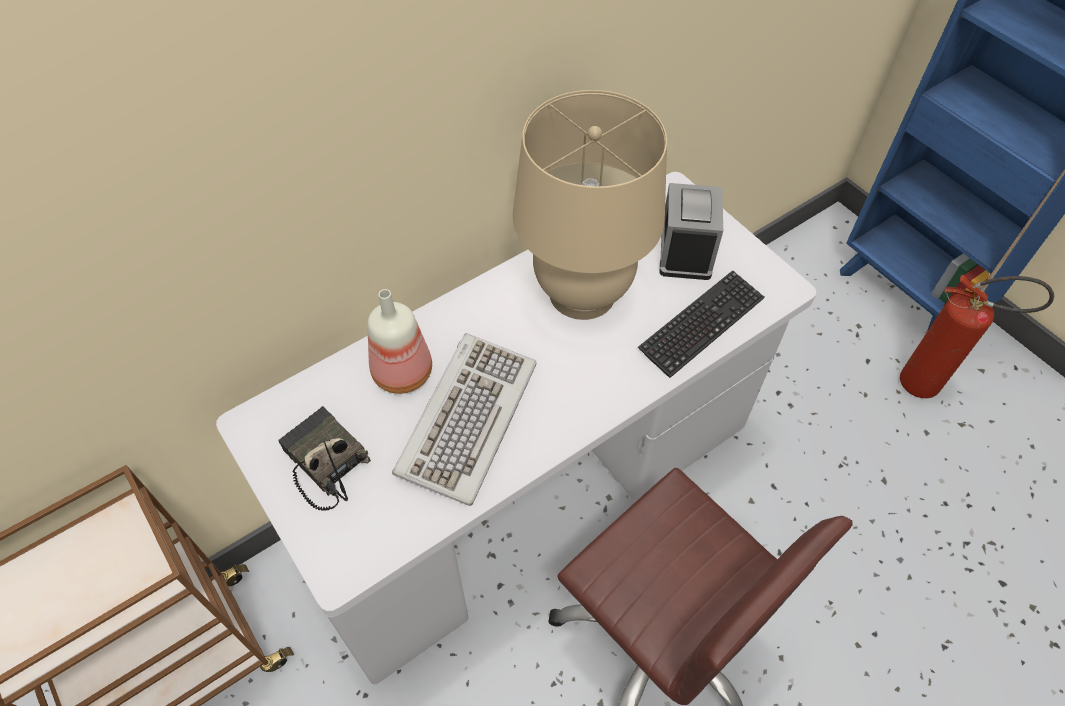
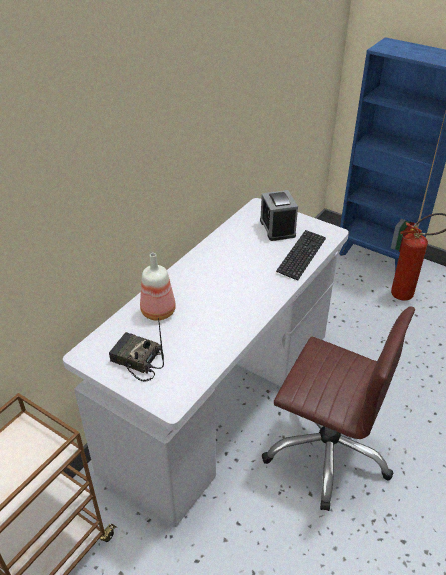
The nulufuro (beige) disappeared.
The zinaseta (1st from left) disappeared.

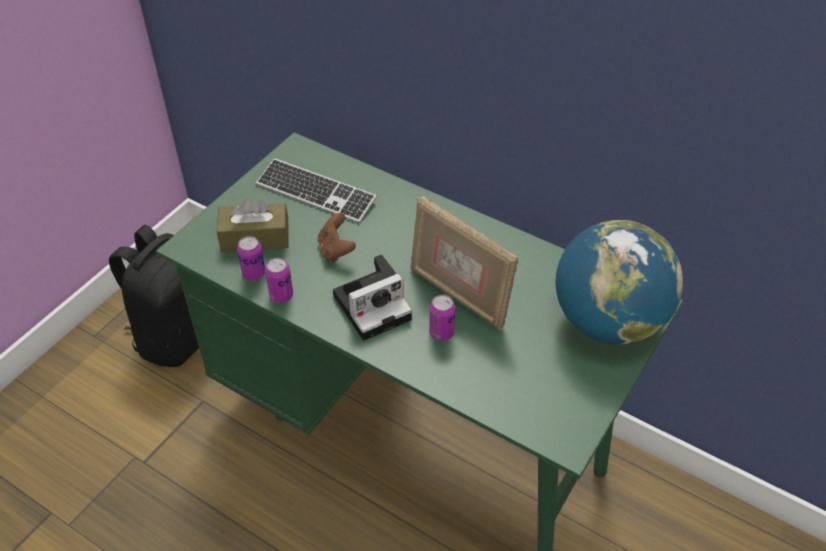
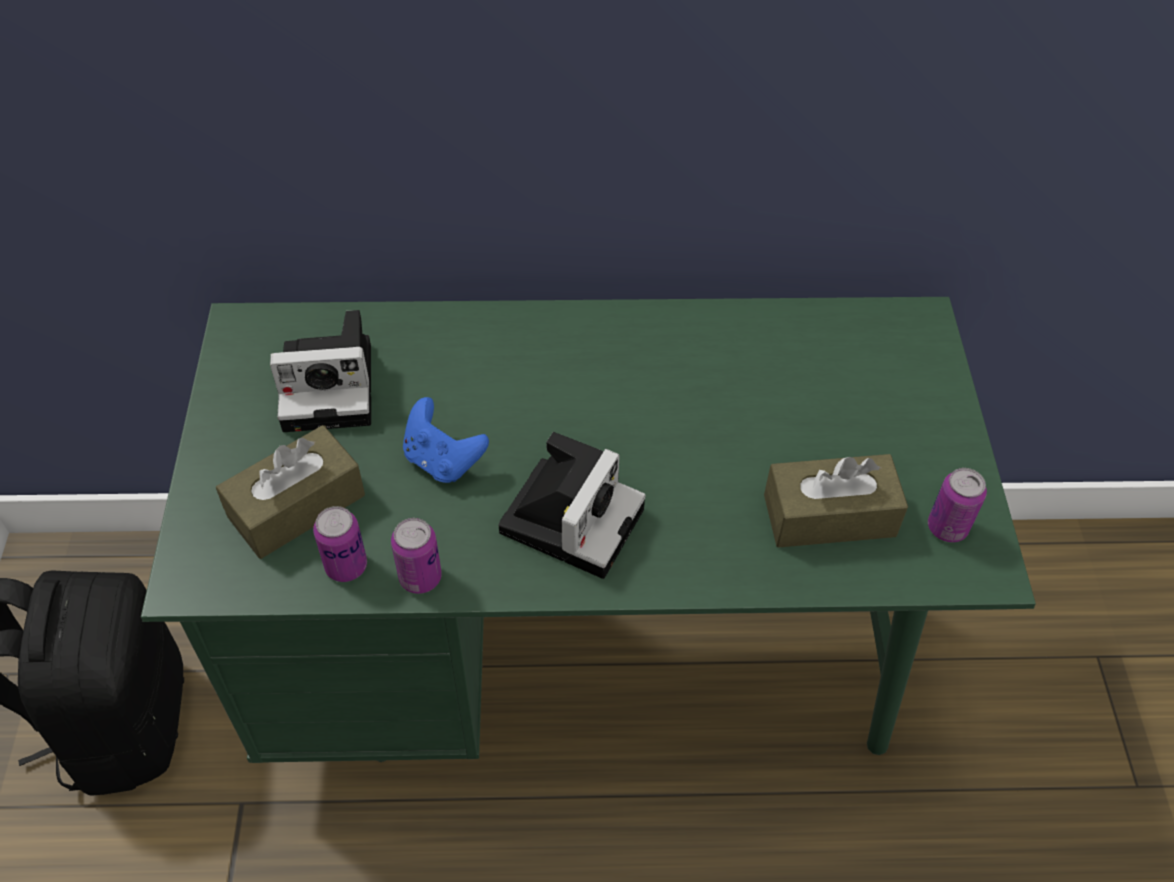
The zinaseta was replaced by the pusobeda (1st from left).
The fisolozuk disappeared.
The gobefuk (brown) became the gobefuk (blue).
The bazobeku disappeared.
The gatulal (3rd from left) moved.
The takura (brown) (2nd from left) appeared.

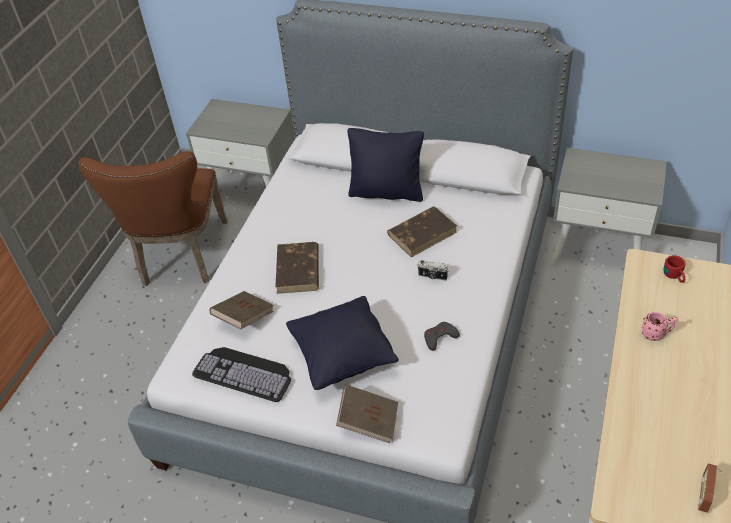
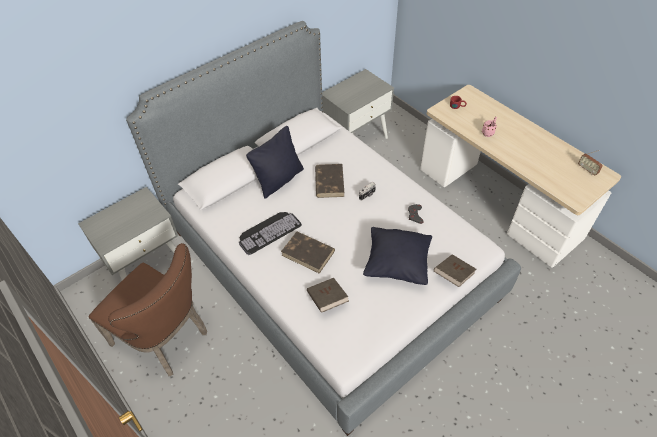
The zinaseta moved.

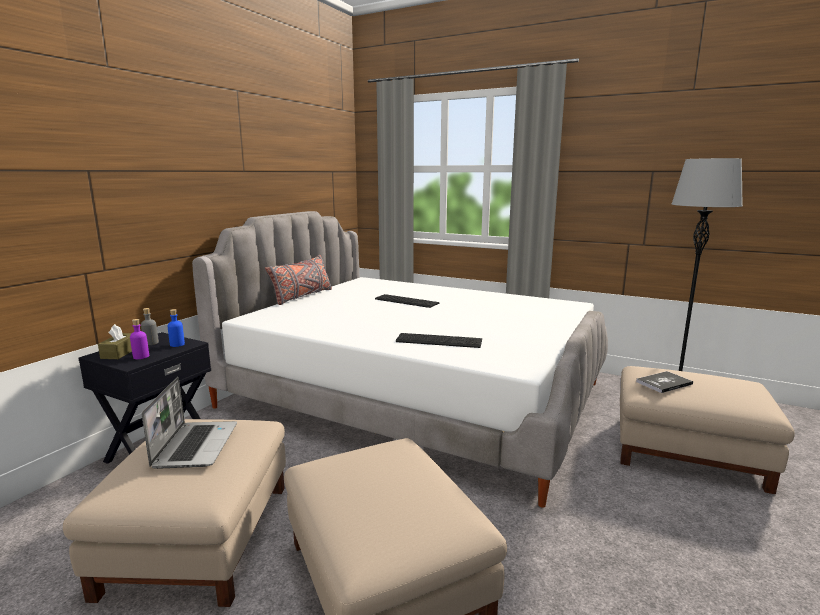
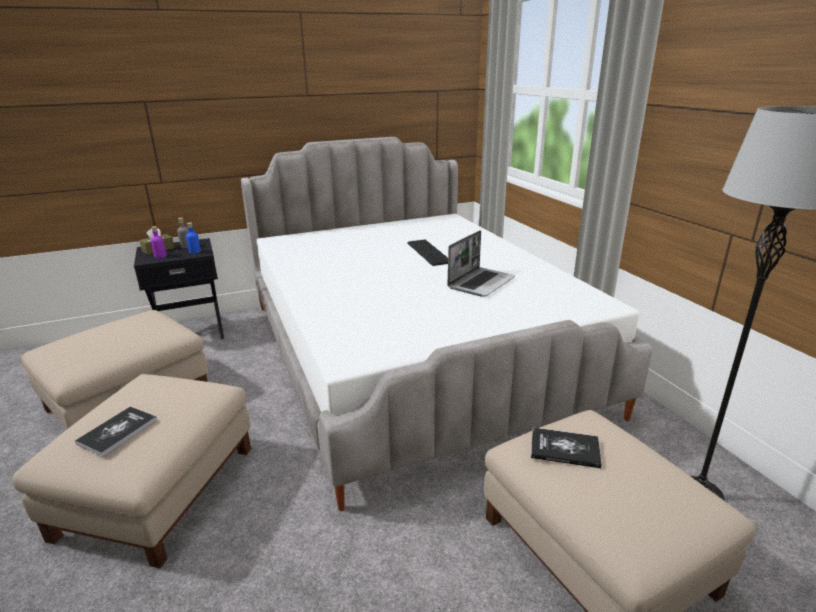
The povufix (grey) disappeared.
The zinaseta (2nd from left) disappeared.
The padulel moved.
The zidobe (1st from left) appeared.

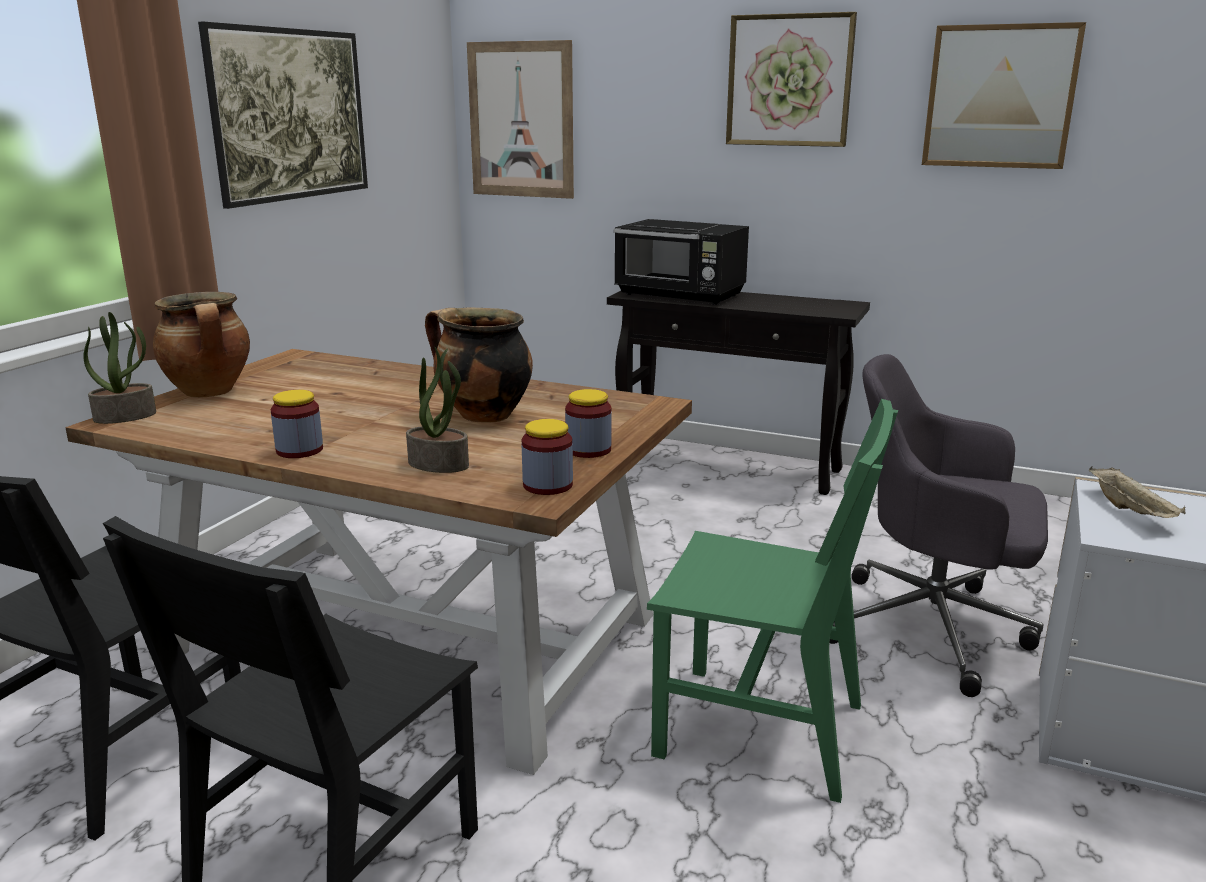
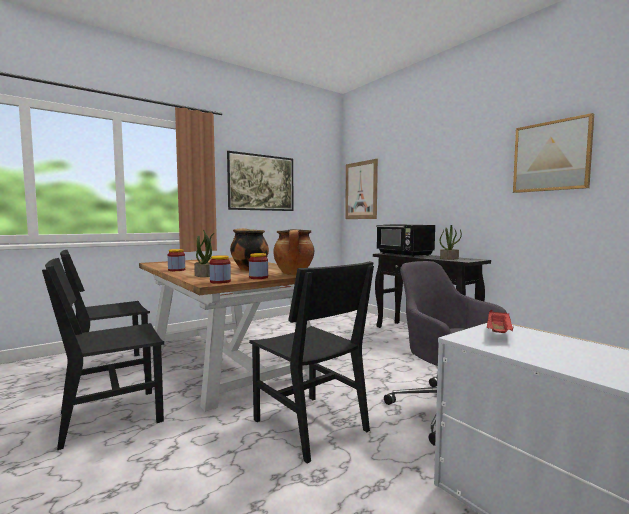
The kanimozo (3rd from left) disappeared.
The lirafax (1st from left in the first image) moved.
The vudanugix (1st from left in the first image) moved.
The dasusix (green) became the dasusix (black) (3rd from left).
The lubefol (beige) became the lubefol (red).

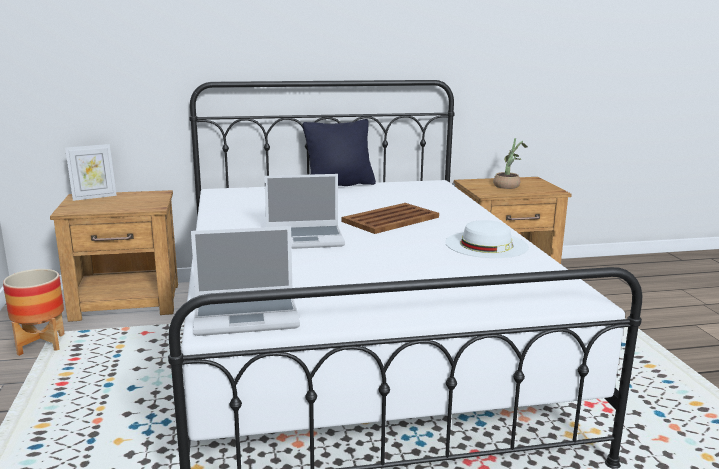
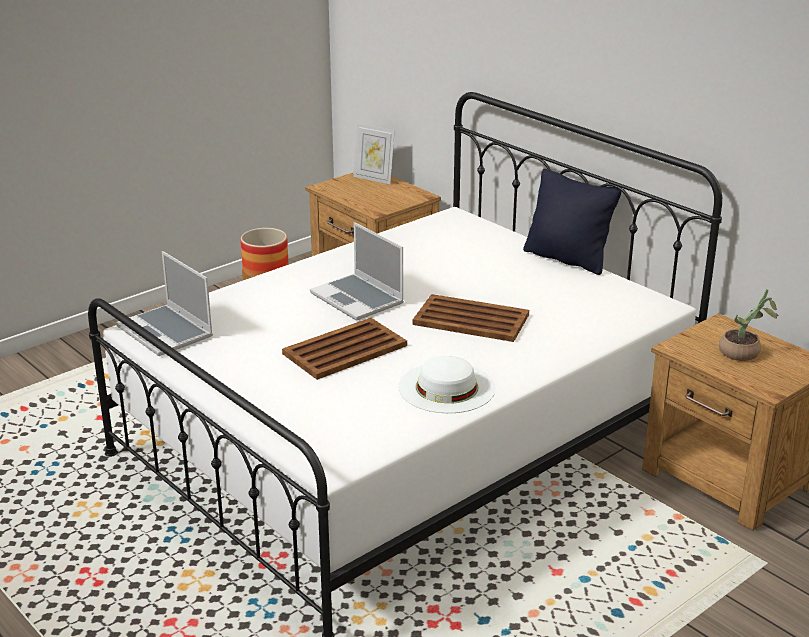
The lubefol (brown) (1st from left) appeared.

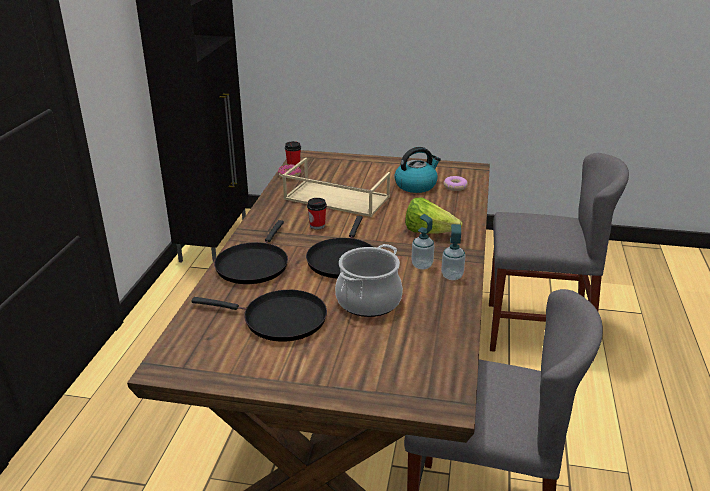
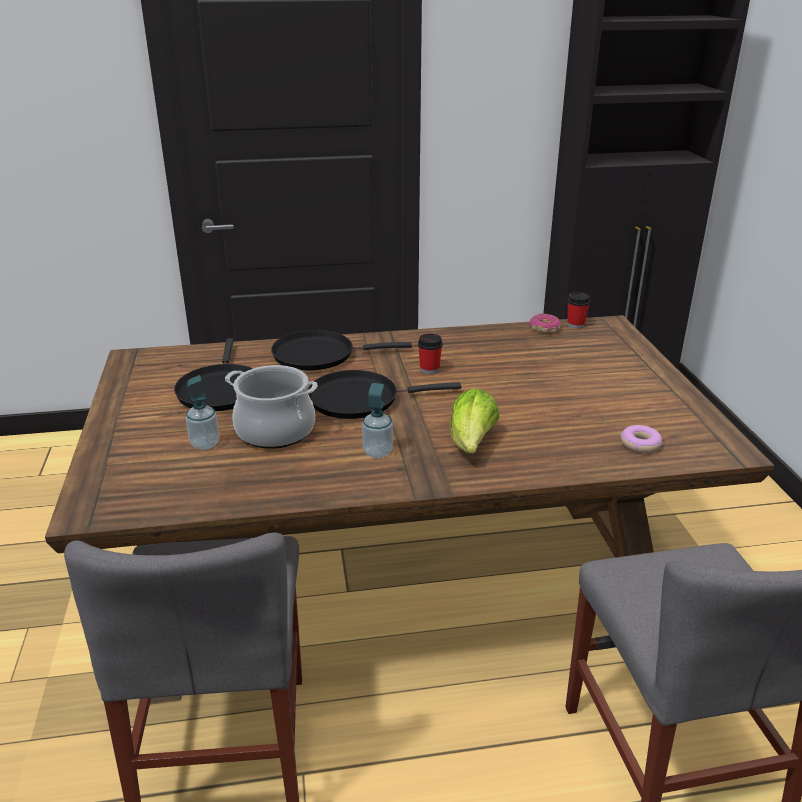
The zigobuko disappeared.
The lubefol (beige) disappeared.
The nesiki (2nd from left in the first image) moved.

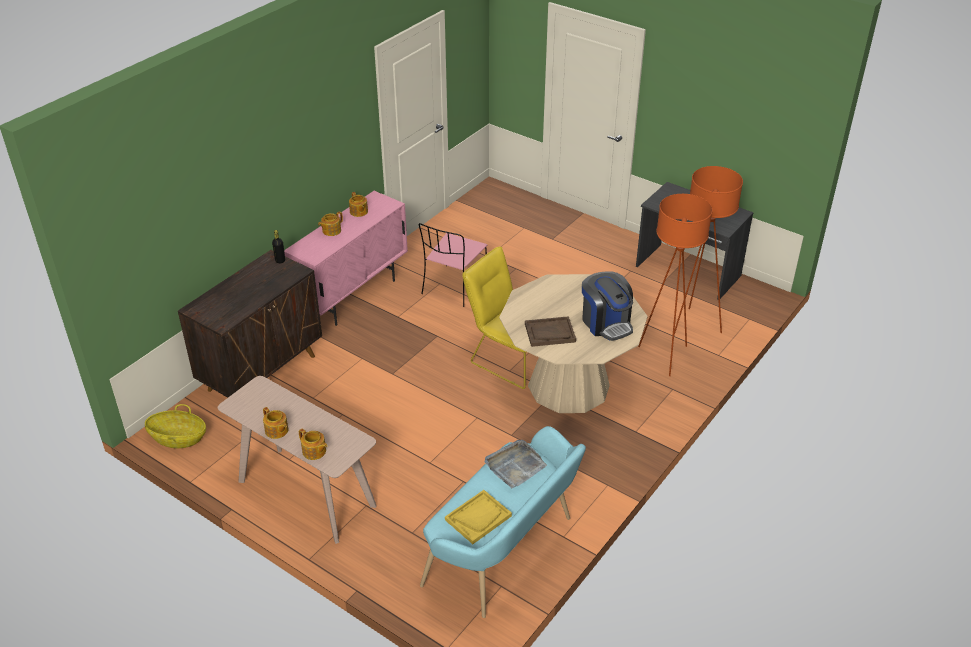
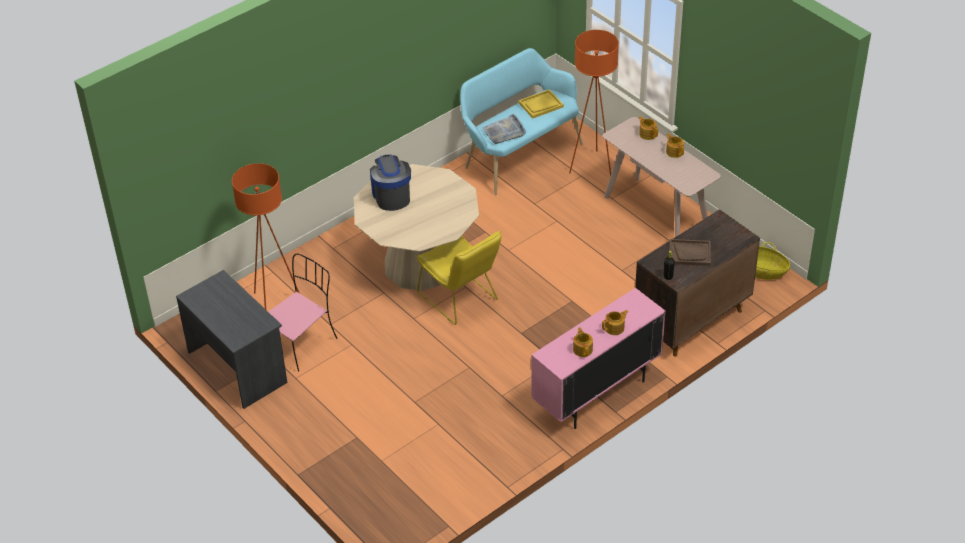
The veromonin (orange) (1st from left in the first image) moved.
The dasusix (pink) moved.
The lubefol (brown) moved.

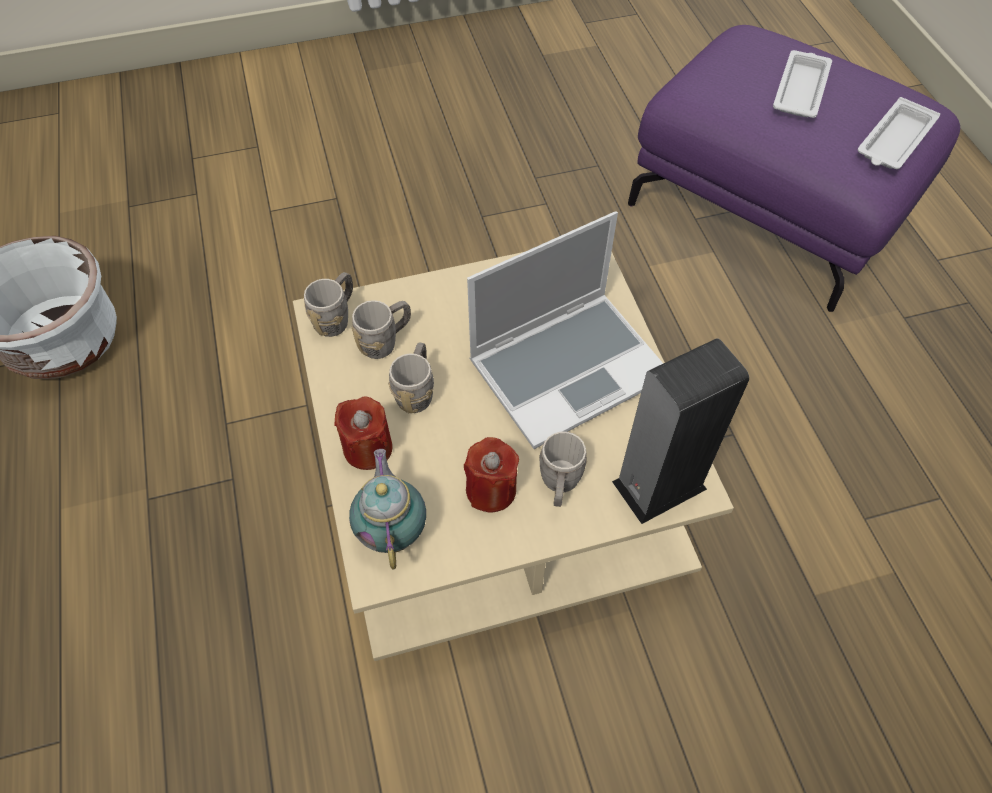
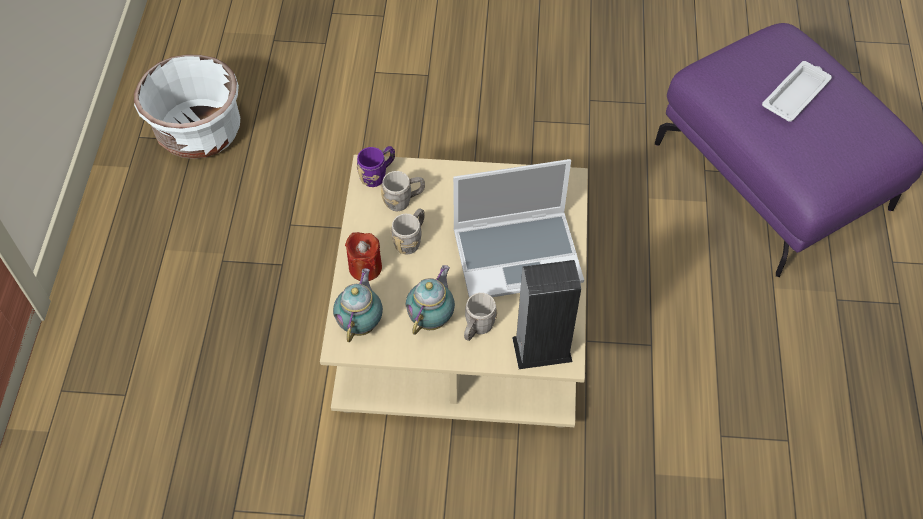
The lubefol (white) (2nd from left) disappeared.
The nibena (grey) (1st from left) became the nibena (purple).
The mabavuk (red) (2nd from left) was replaced by the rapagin (2nd from left).

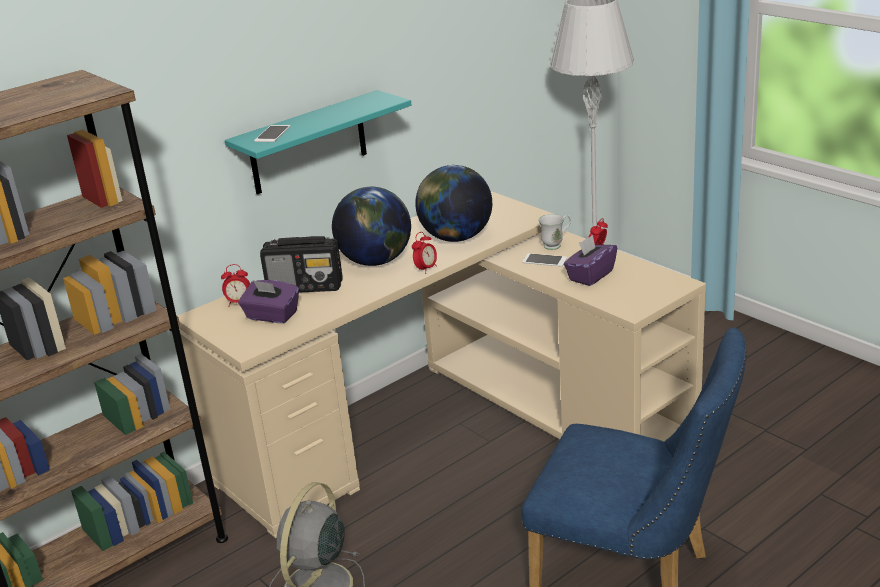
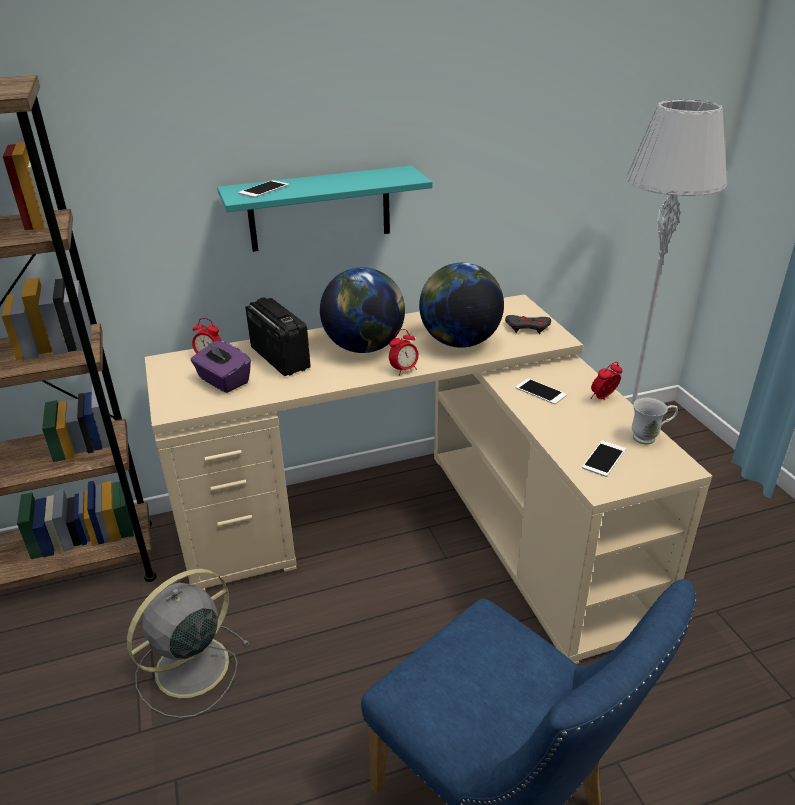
The nibena (white) moved.
The takura (purple) (2nd from left) disappeared.
The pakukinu turned 150 degrees counterclockwise.
The gobefuk (grey) appeared.
The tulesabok (3rd from left) appeared.

